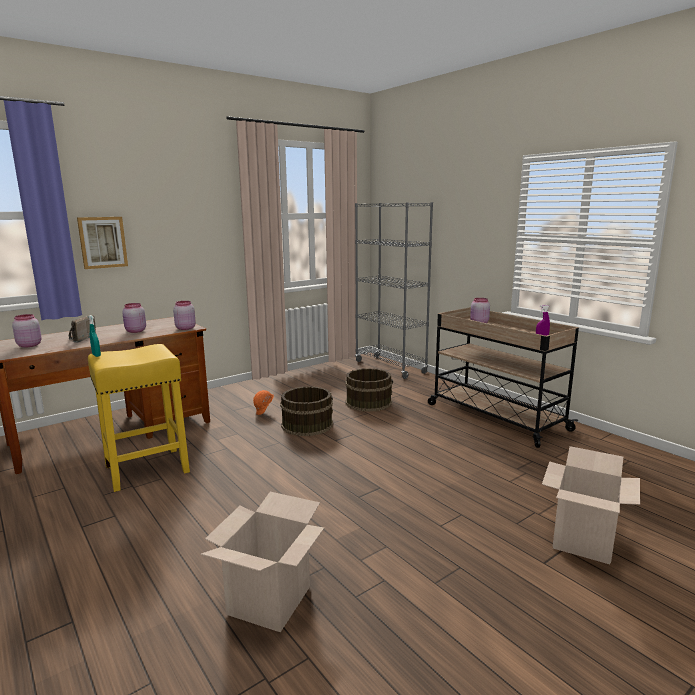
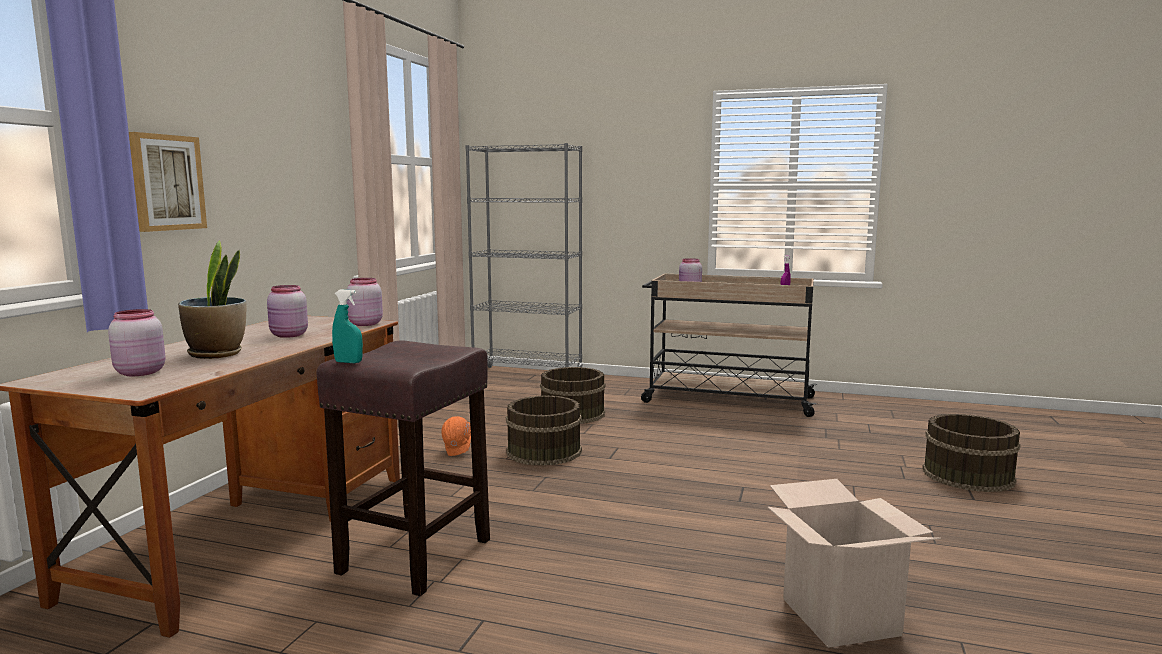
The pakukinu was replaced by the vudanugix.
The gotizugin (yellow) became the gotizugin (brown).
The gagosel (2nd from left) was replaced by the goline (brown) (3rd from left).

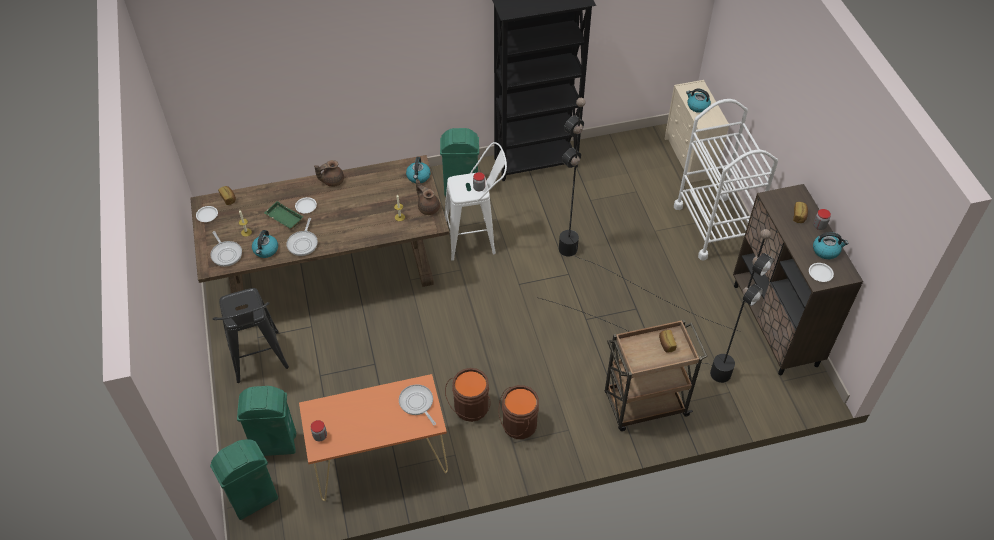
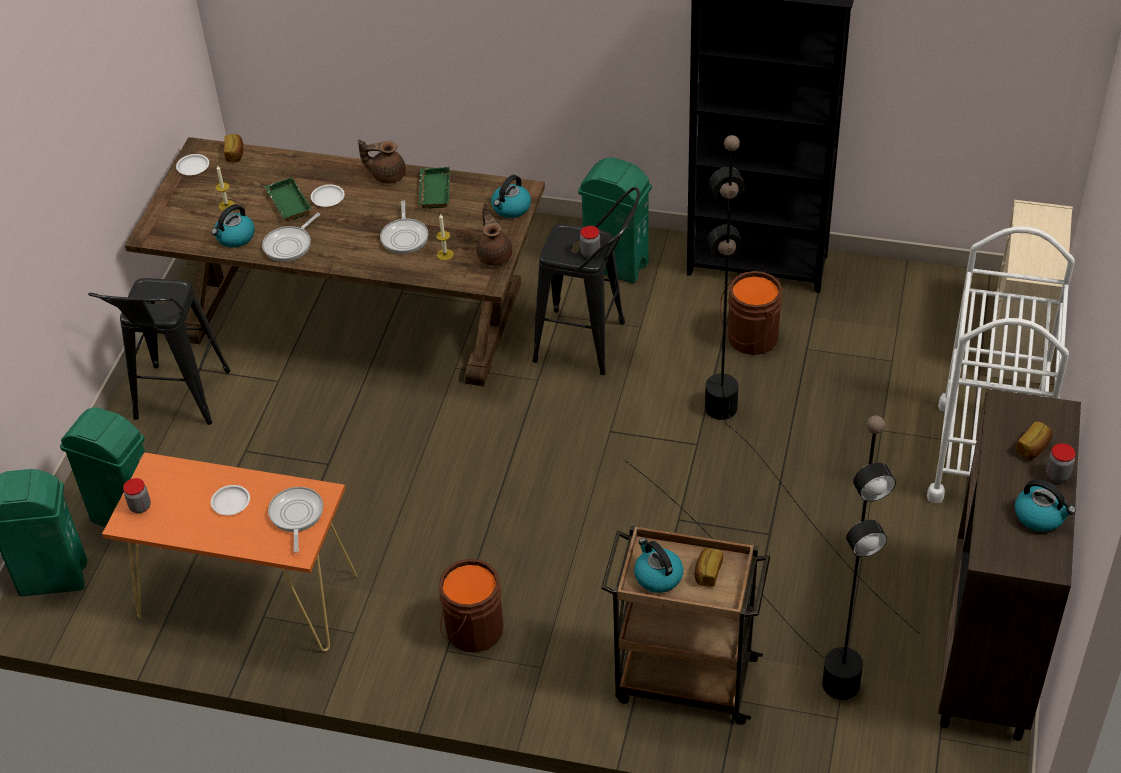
The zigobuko (3rd from left) moved.
The gotizugin (white) became the gotizugin (black) (2nd from left).
The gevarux (1st from left in the first image) moved.
The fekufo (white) (3rd from left in the first image) moved.
The goline (brown) (1st from left in the first image) moved.
The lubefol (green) (2nd from left) appeared.

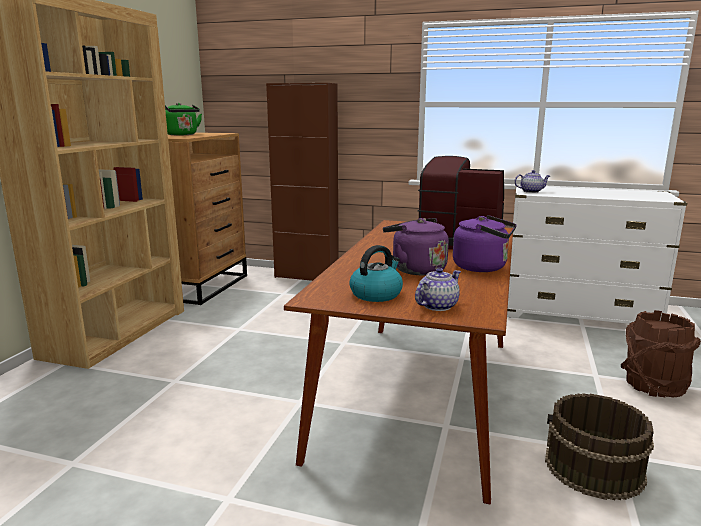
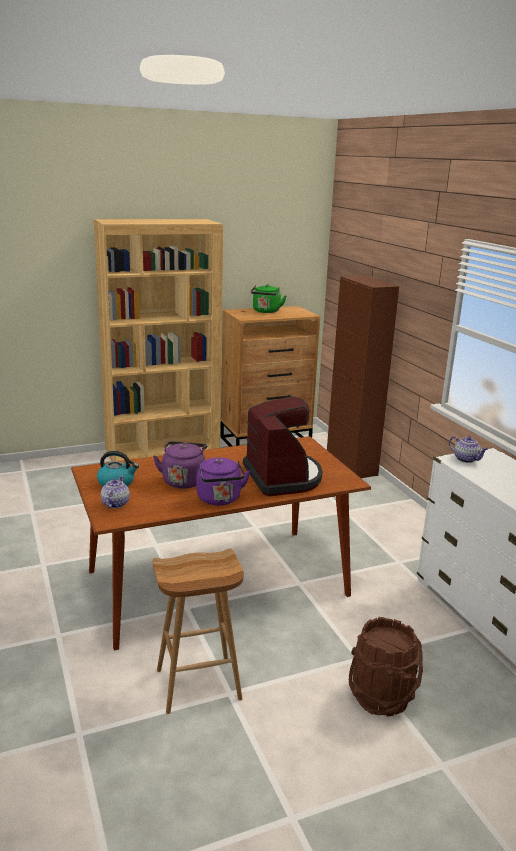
The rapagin (1st from left) turned 90 degrees counterclockwise.
The goline (brown) (1st from left) was replaced by the gotizugin (brown).

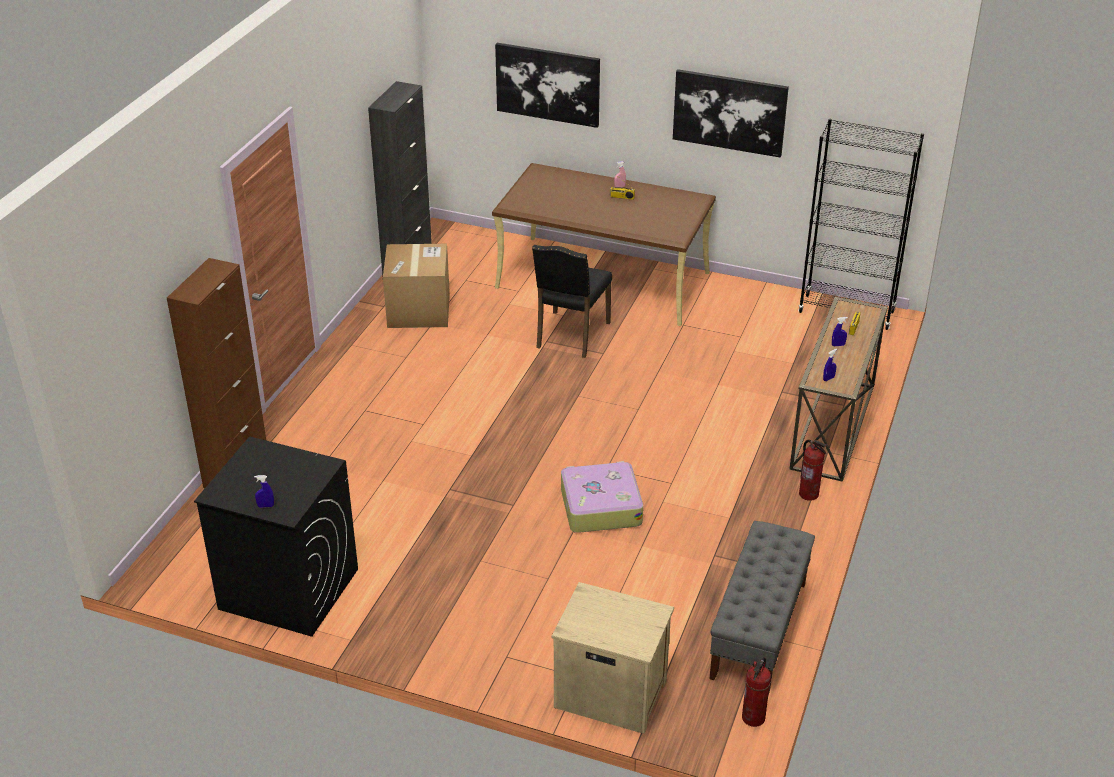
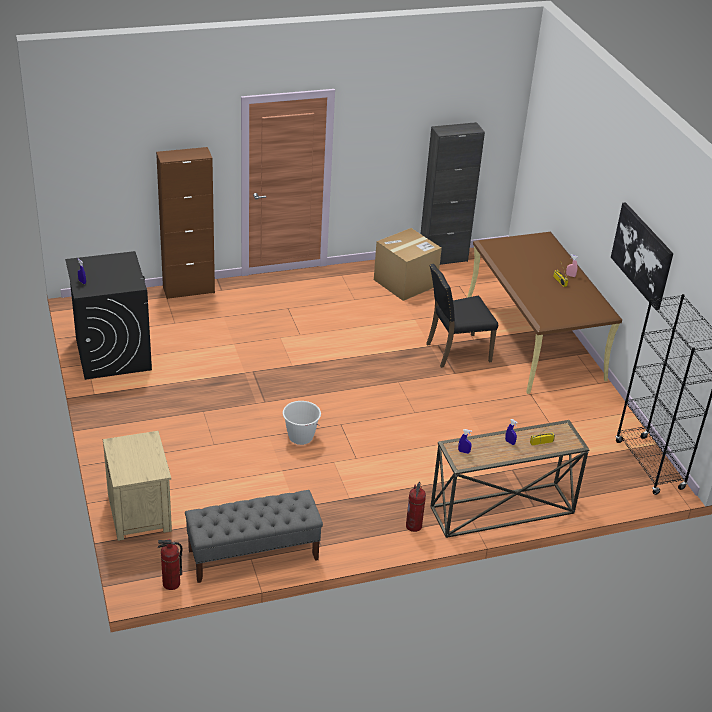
The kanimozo (1st from left) disappeared.
The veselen was replaced by the goline (white).

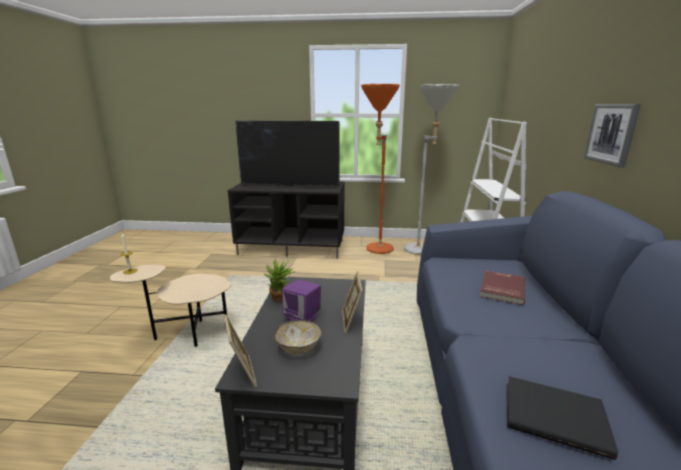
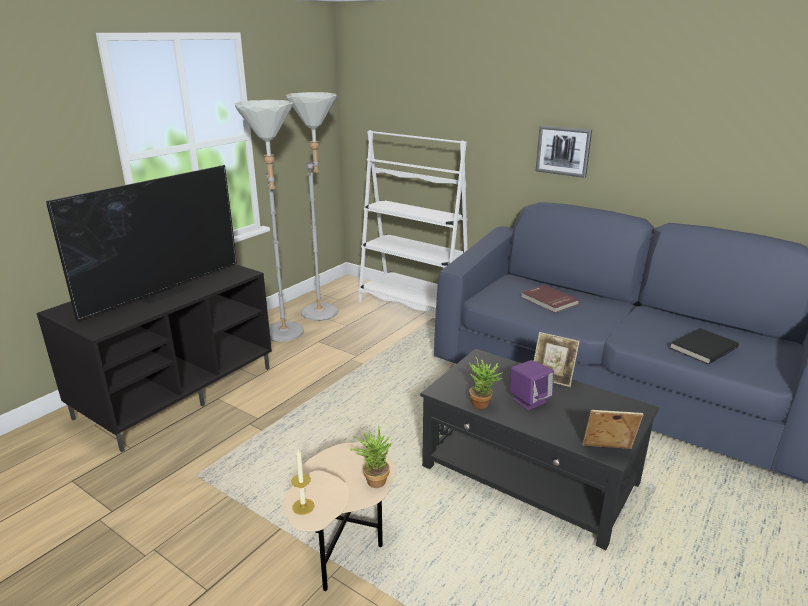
The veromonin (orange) became the veromonin (grey) (1st from left).
The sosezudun disappeared.
The vudanugix (1st from left) appeared.

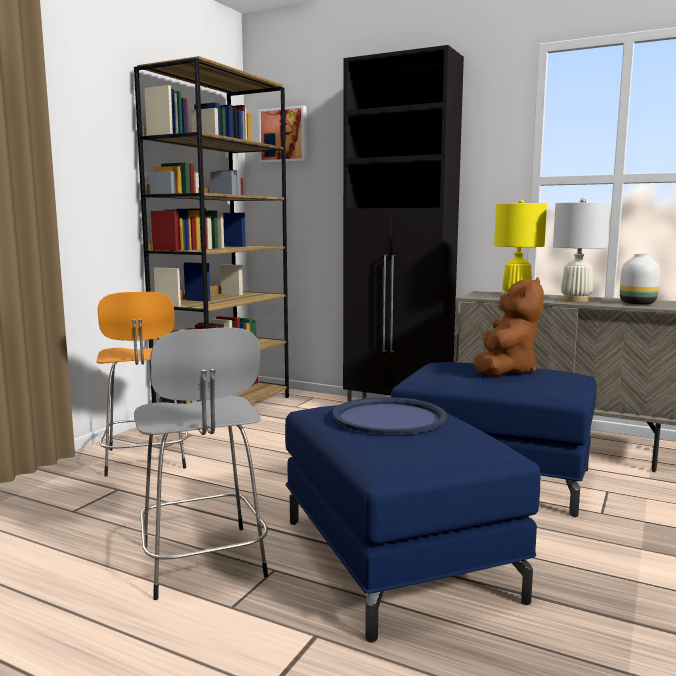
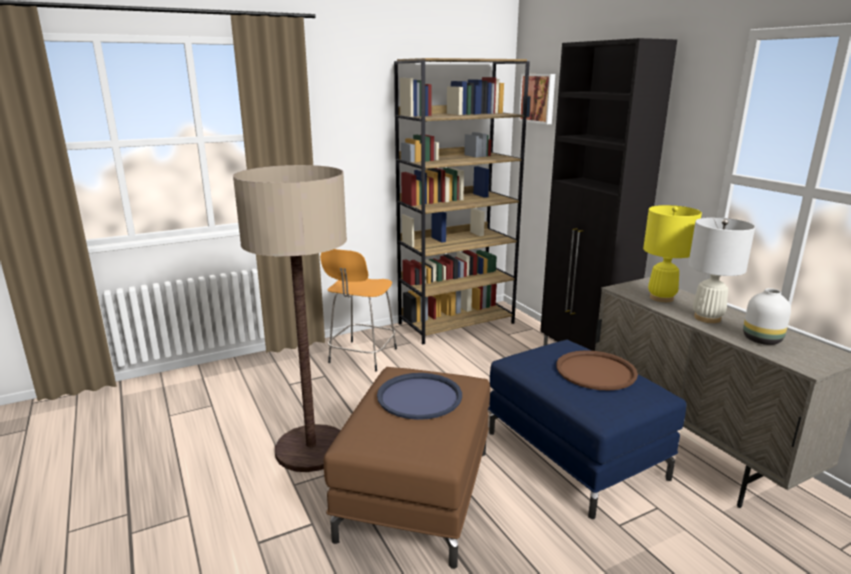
The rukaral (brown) was replaced by the lubefol (brown).
The gotizugin (grey) was replaced by the veromonin.
The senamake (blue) (1st from left) became the senamake (brown).

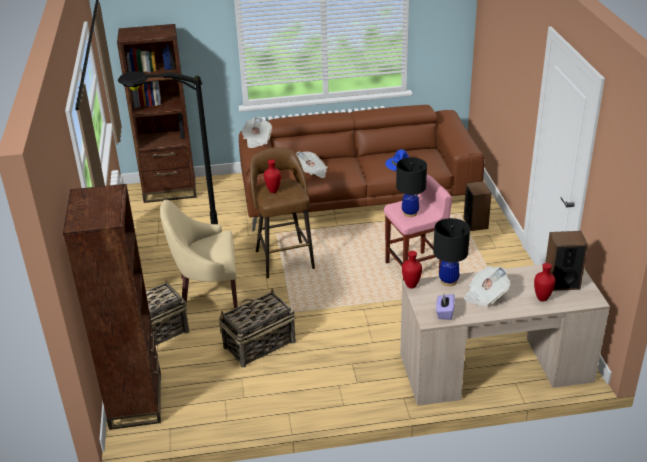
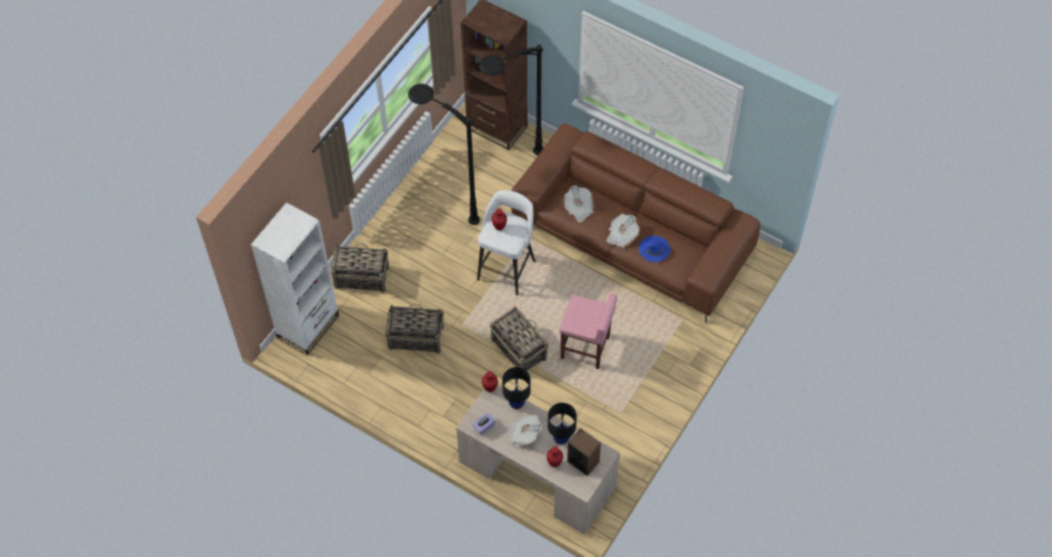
The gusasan (1st from left in the first image) moved.
The gotizugin (brown) became the gotizugin (white).
The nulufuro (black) (1st from left in the first image) moved.
The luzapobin (1st from left) disappeared.
The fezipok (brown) (1st from left) became the fezipok (white).
The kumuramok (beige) disappeared.
The veromonin (black) (2nd from left) appeared.
The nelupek (3rd from left) appeared.

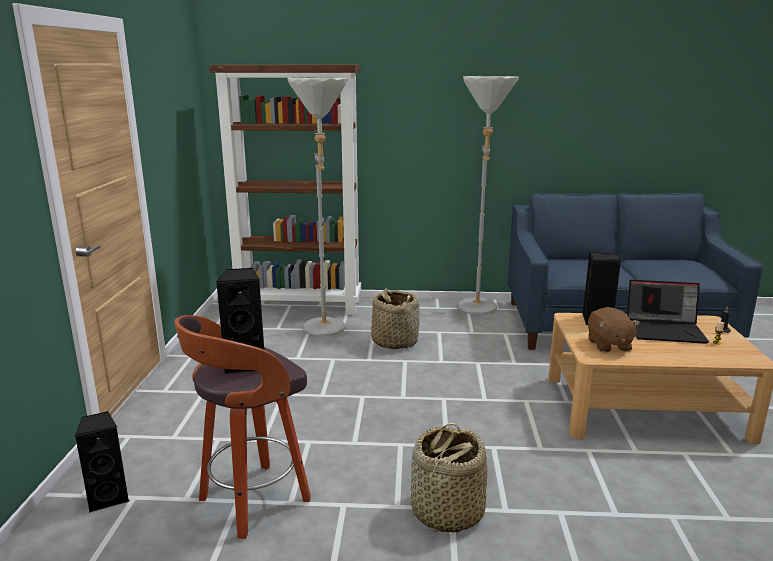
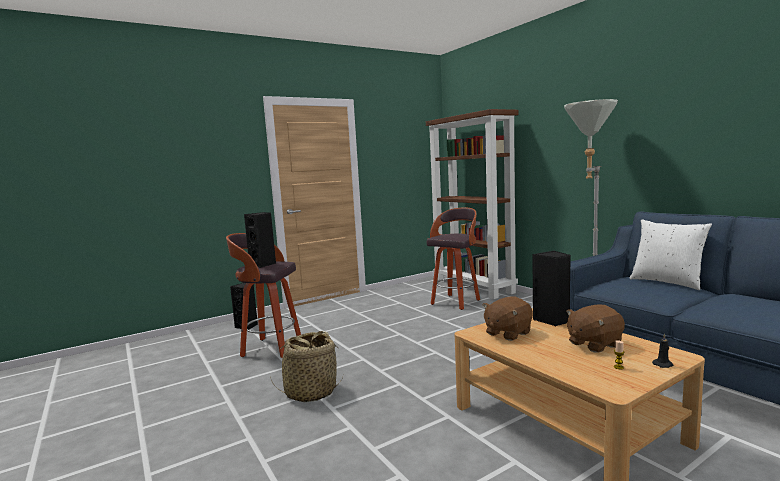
The veromonin (grey) (1st from left) was replaced by the gotizugin (2nd from left).
The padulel was replaced by the rukaral (brown) (2nd from left).
The nelupek (1st from left) disappeared.
The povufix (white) appeared.

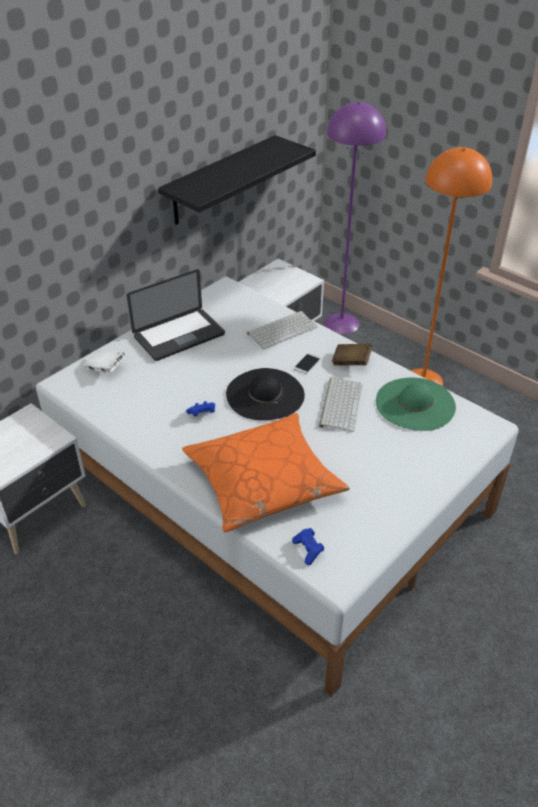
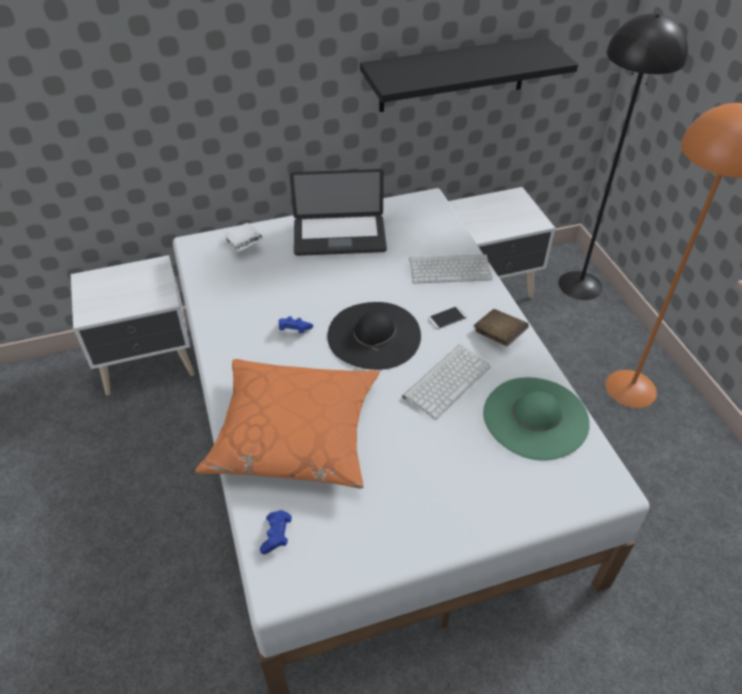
The veromonin (purple) became the veromonin (black).

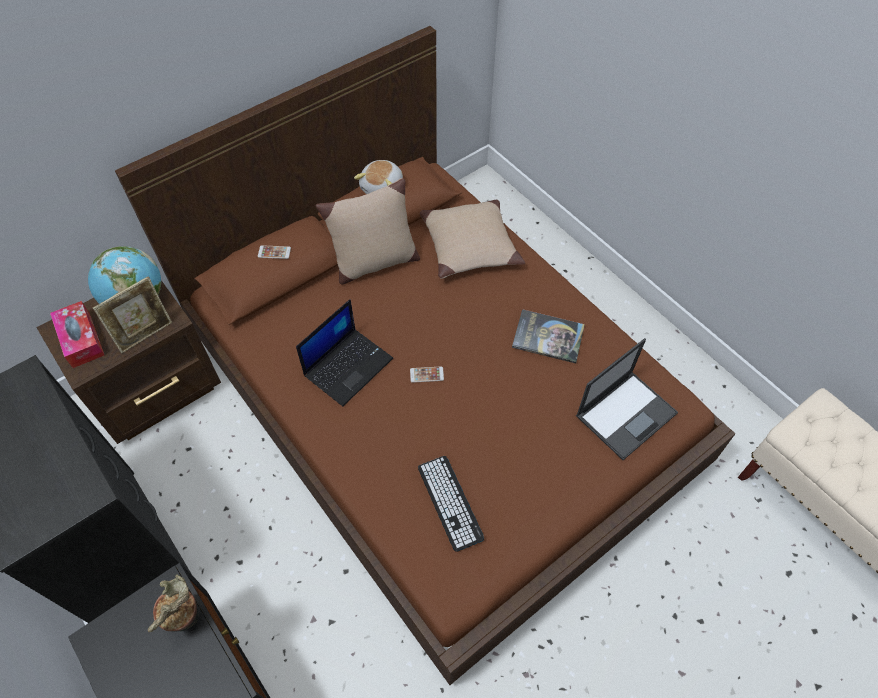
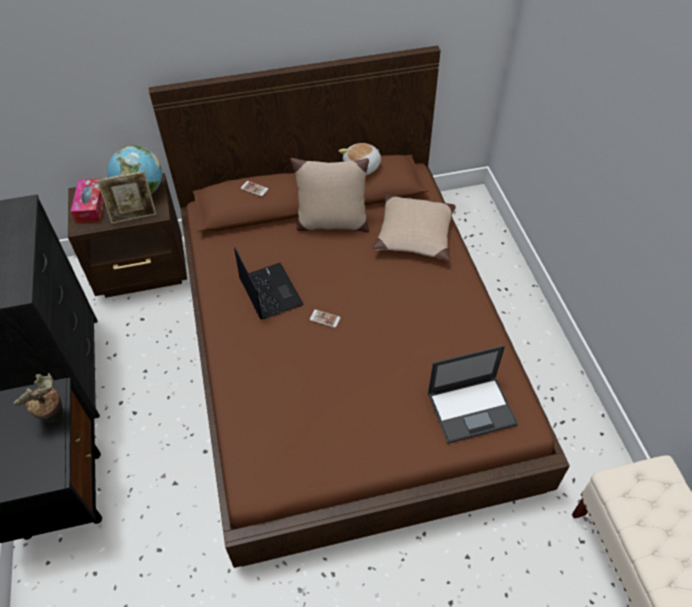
The padulel (1st from left) turned 90 degrees counterclockwise.
The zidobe disappeared.
The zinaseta disappeared.

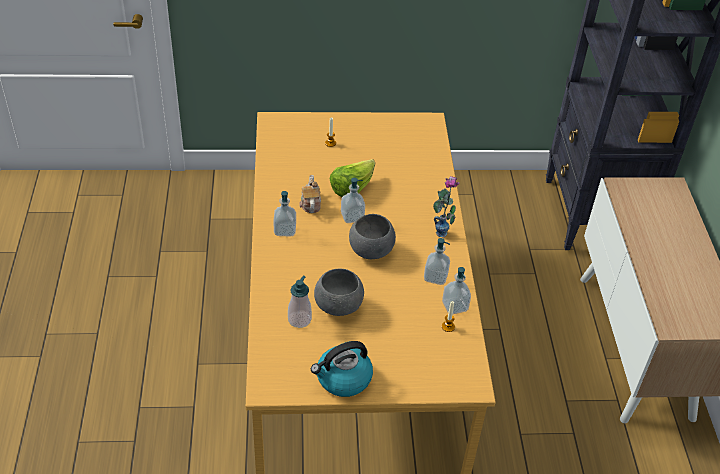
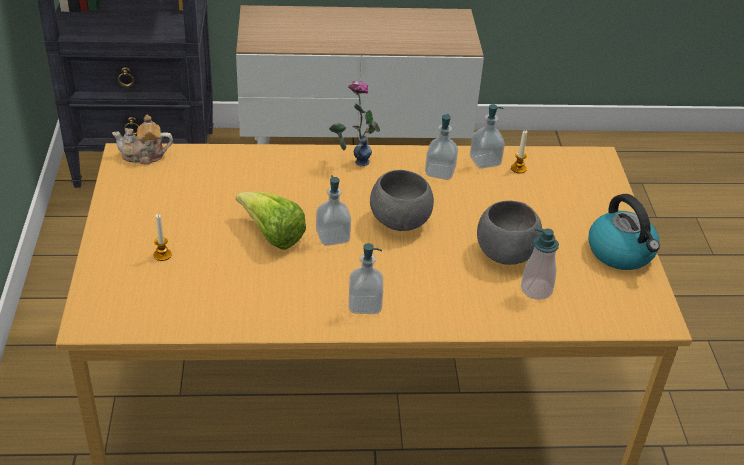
The rapagin moved.

